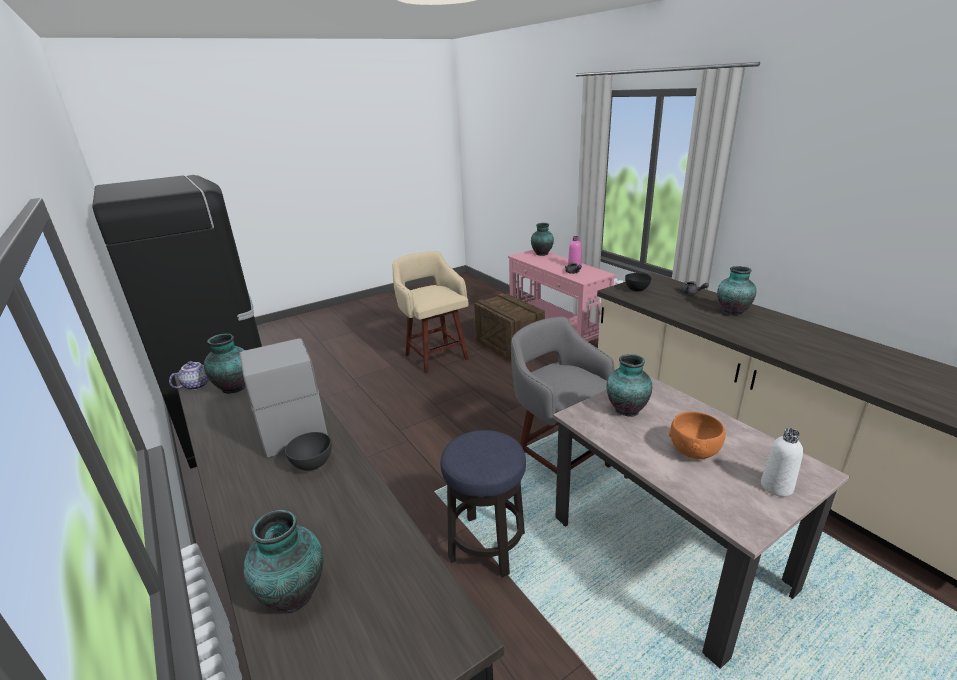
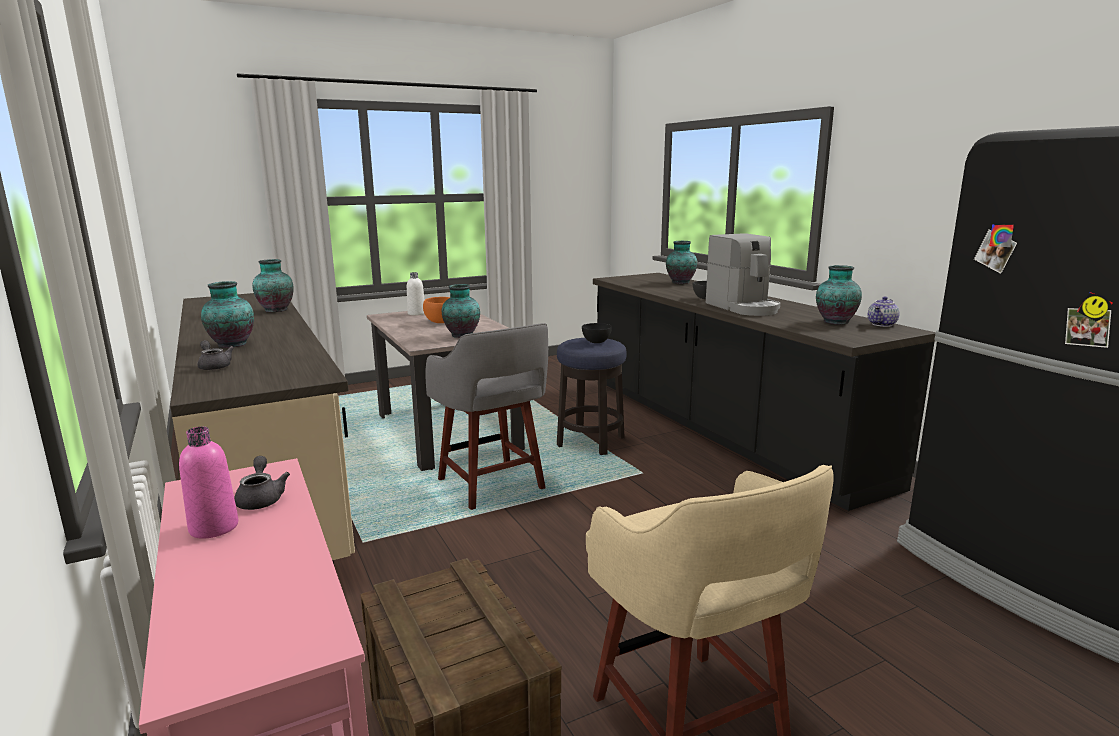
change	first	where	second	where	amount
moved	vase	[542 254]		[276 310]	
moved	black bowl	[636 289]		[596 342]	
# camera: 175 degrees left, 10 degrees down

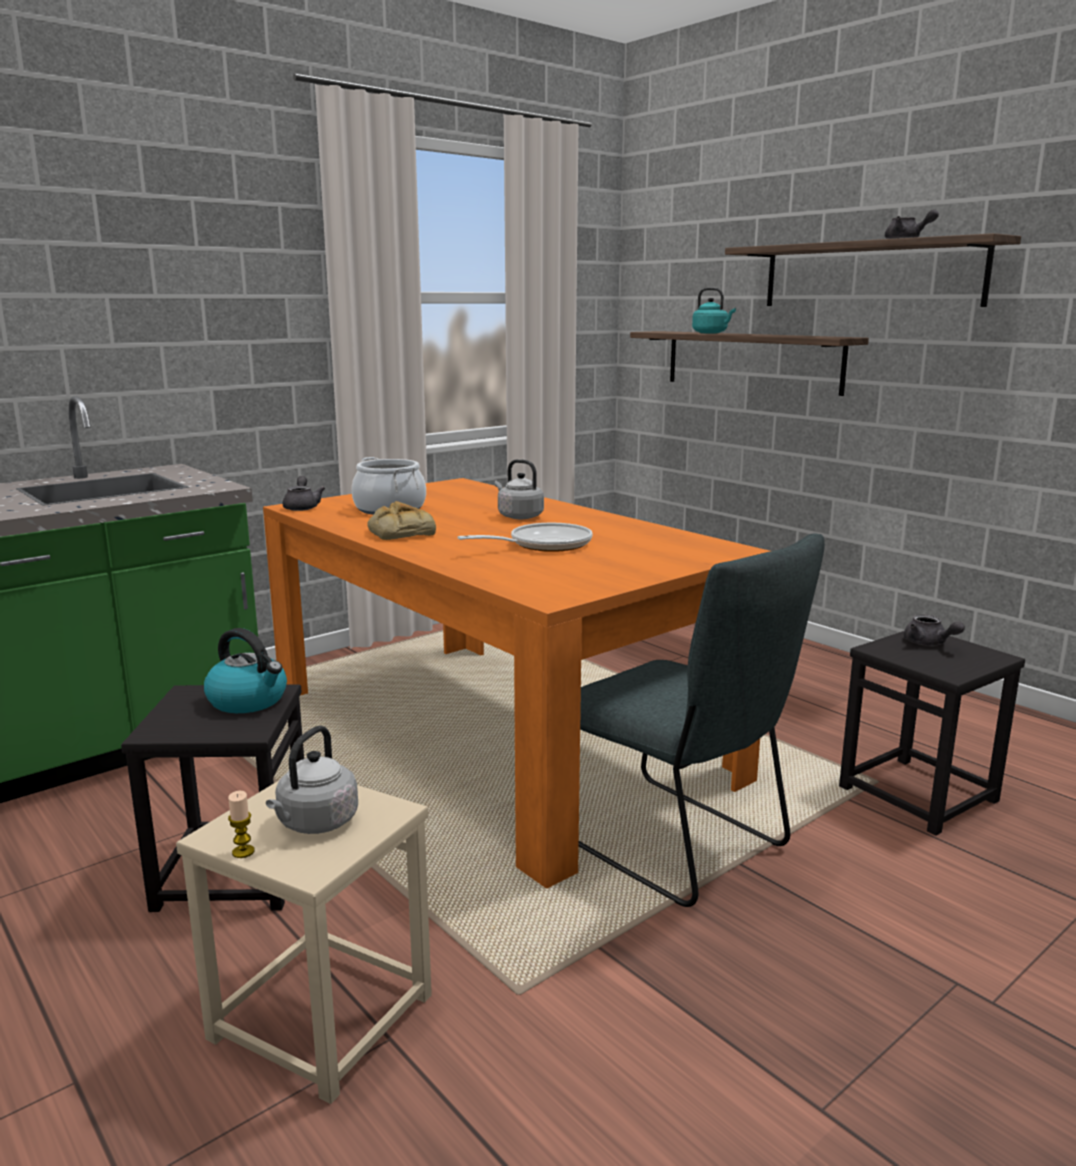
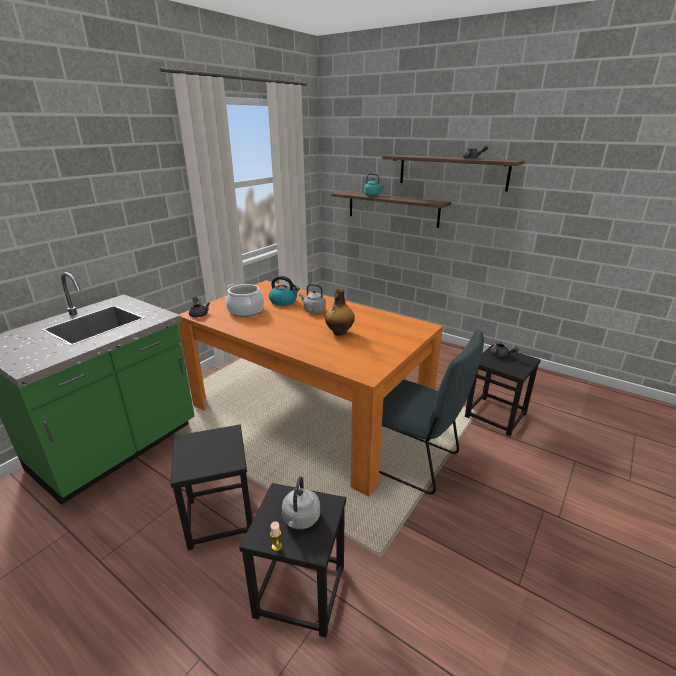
change	first	where	second	where	amount
removed	bread	[400 532]			
replaced	frying pan	[543 545]	bottle	[339 333]	
moved	kettle	[249 701]		[284 301]	
recoloured	beige stool	[320 1017]	black stool	[299 591]	
# camera: 15 degrees left, 10 degrees up

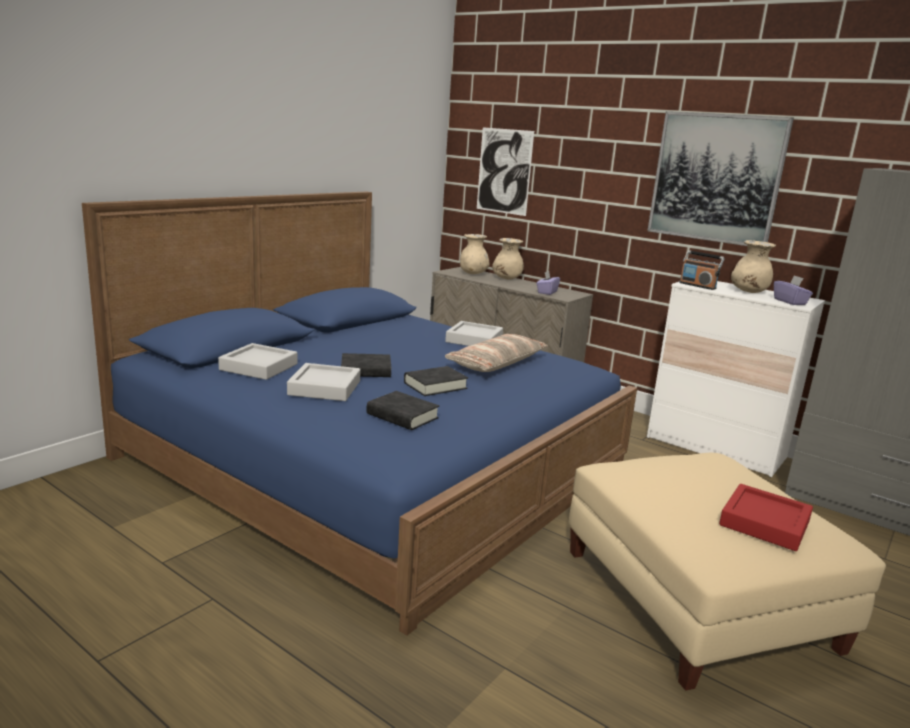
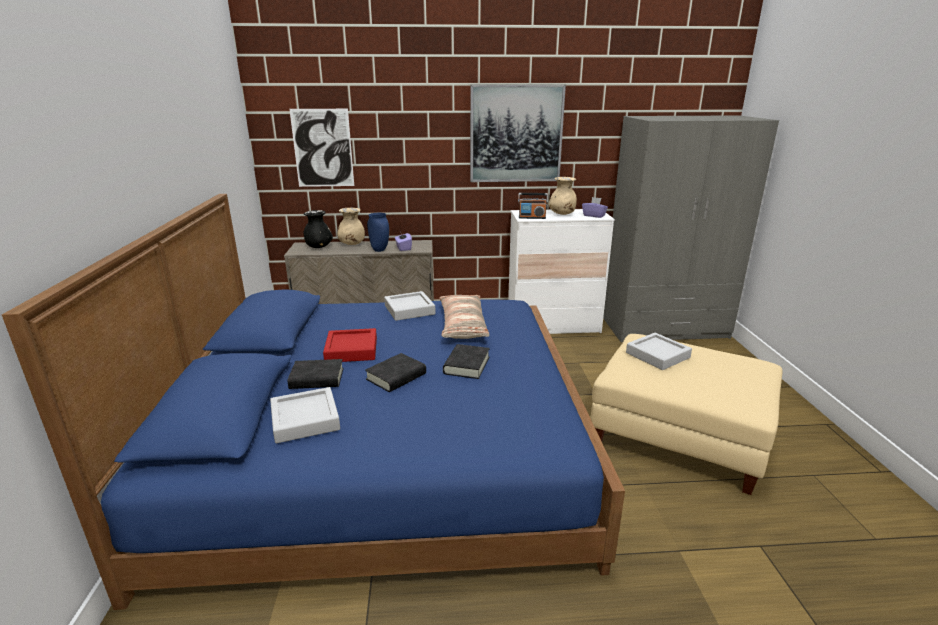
change	first	where	second	where	amount
recoloured	beige vase	[473 273]	black vase	[319 247]	
moved	grey tray	[324 388]		[657 355]	
moved	black book	[402 416]		[317 379]	
moved	red tray	[764 523]		[351 350]	
added			blue vase	[379 250]	
# camera: 40 degrees left, 5 degrees up

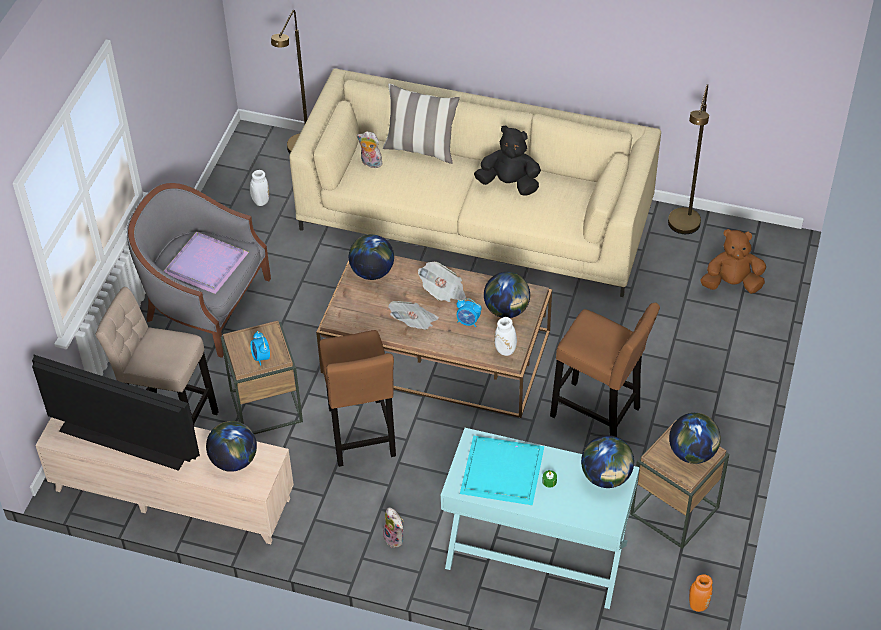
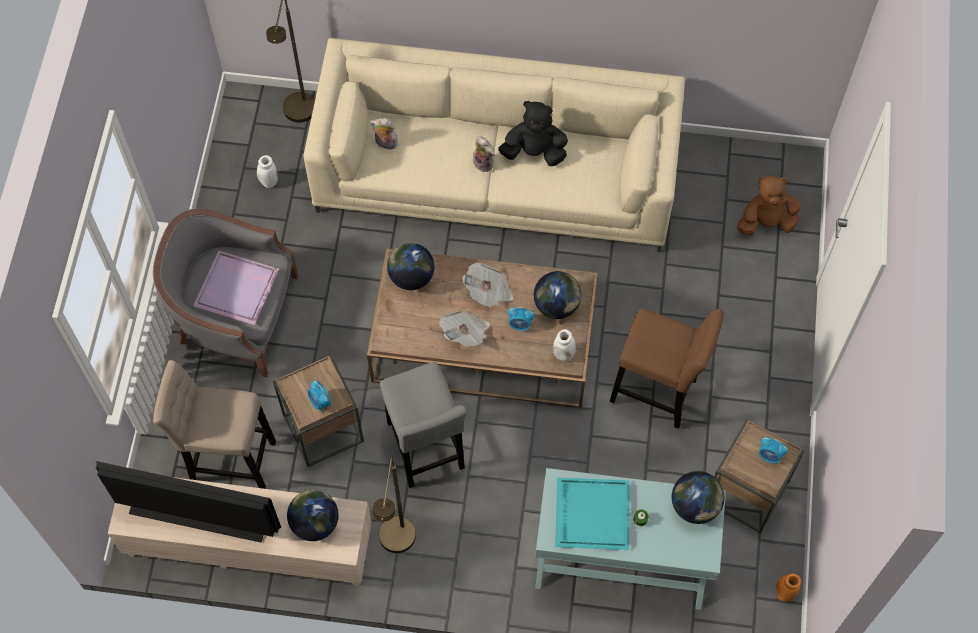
change	first	where	second	where	amount
removed	pillow	[421 148]			
moved	brown floor lamp	[683 229]		[397 546]	
recoloured	brown stool	[361 436]	grey stool	[426 450]	
replaced	globe	[692 453]	alarm clock	[769 456]	
moved	plush toy	[395 538]		[484 163]	
# camera: 10 degrees left, 15 degrees up

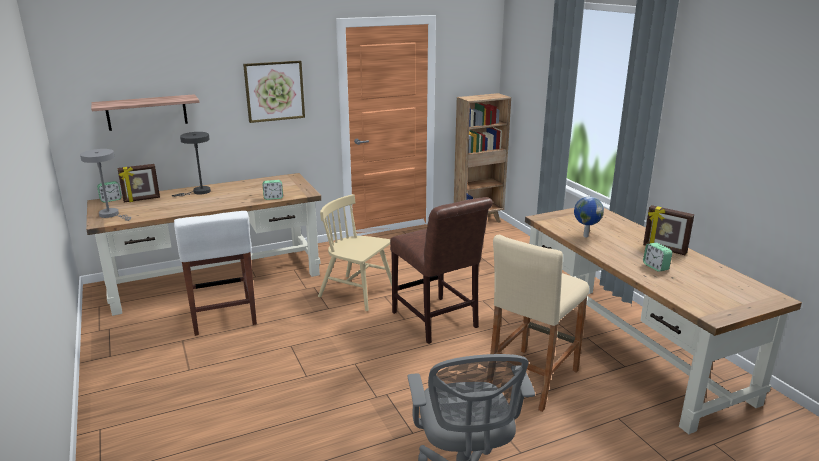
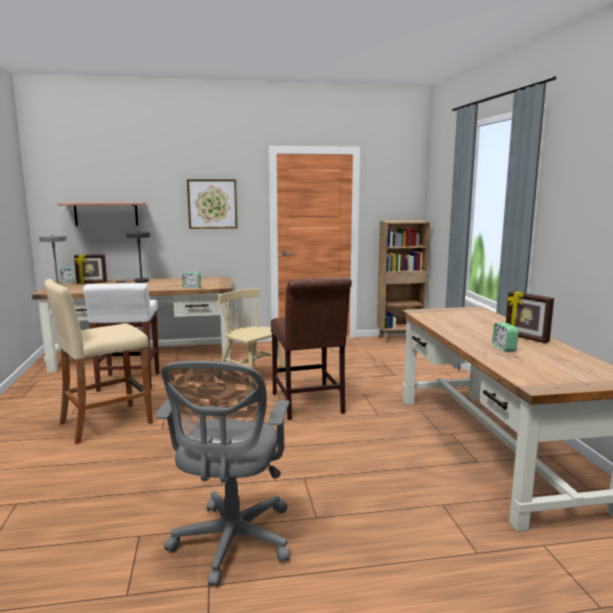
change	first	where	second	where	amount
removed	globe	[585 236]			
moved	beige stool	[532 378]		[106 423]	
# camera: 15 degrees right, 10 degrees down

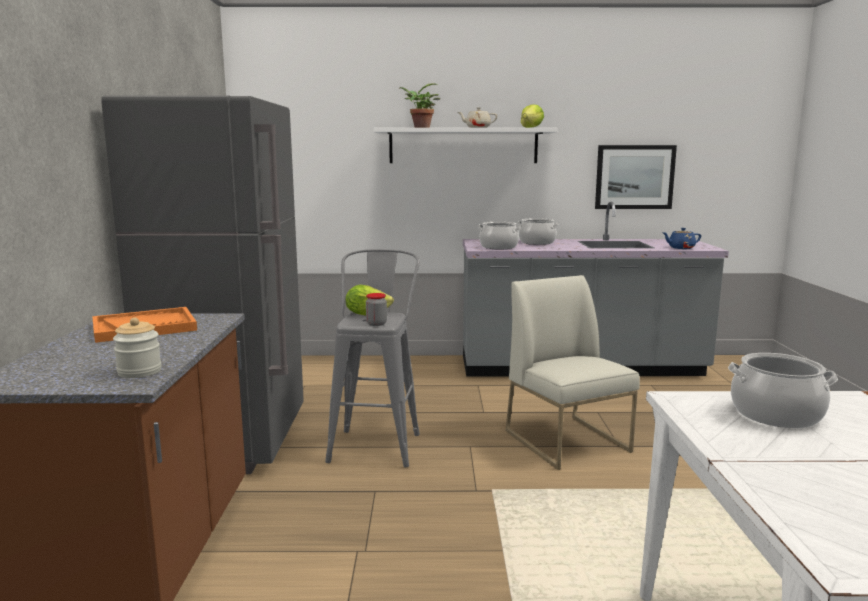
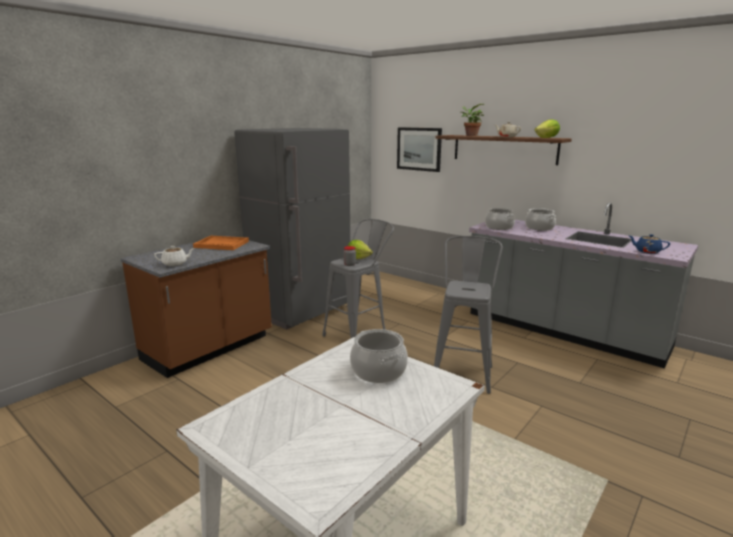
change	first	where	second	where	amount
recoloured	white shelf	[463 146]	brown shelf	[504 149]	
moved	picture	[634 177]		[419 149]	
replaced	white chair	[568 441]	grey stool	[463 372]	
replaced	jar	[139 372]	white teapot	[175 264]	
# camera: 40 degrees right, 5 degrees up

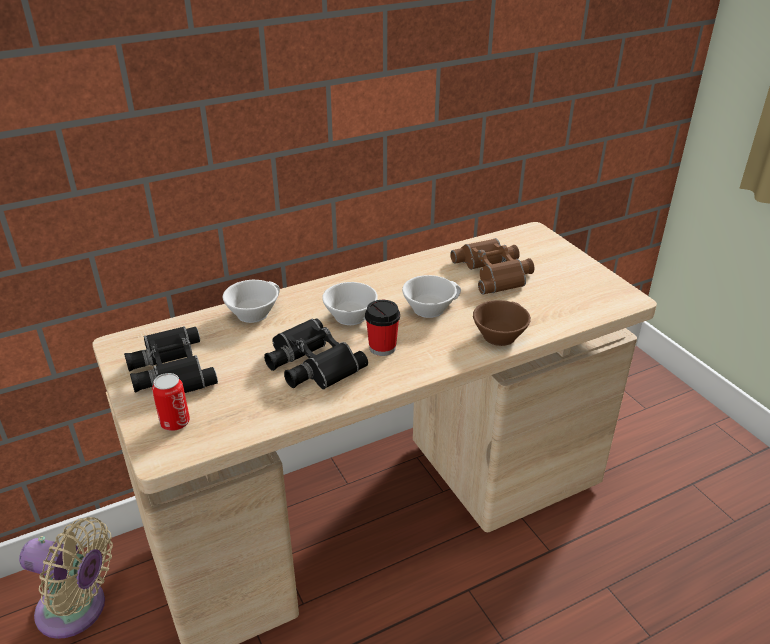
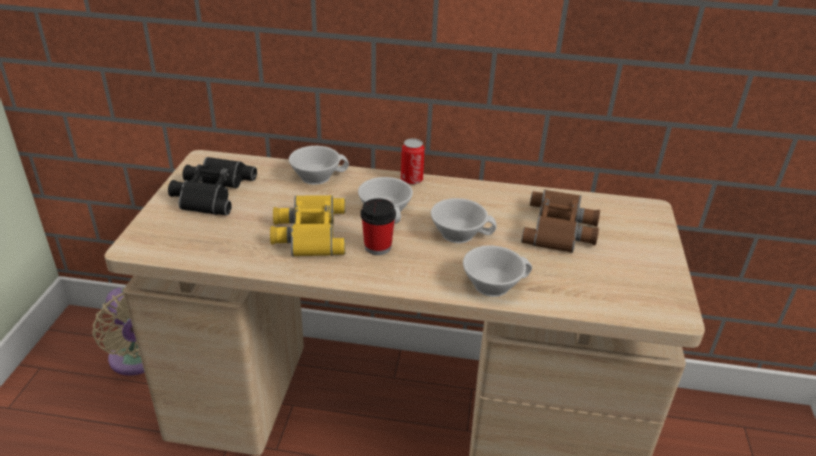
change	first	where	second	where	amount
recoloured	brown cup	[498 334]	white cup	[492 283]	
recoloured	black binoculars	[310 363]	yellow binoculars	[308 232]	
moved	can	[175 422]		[411 180]	
# camera: 35 degrees right, 0 degrees up

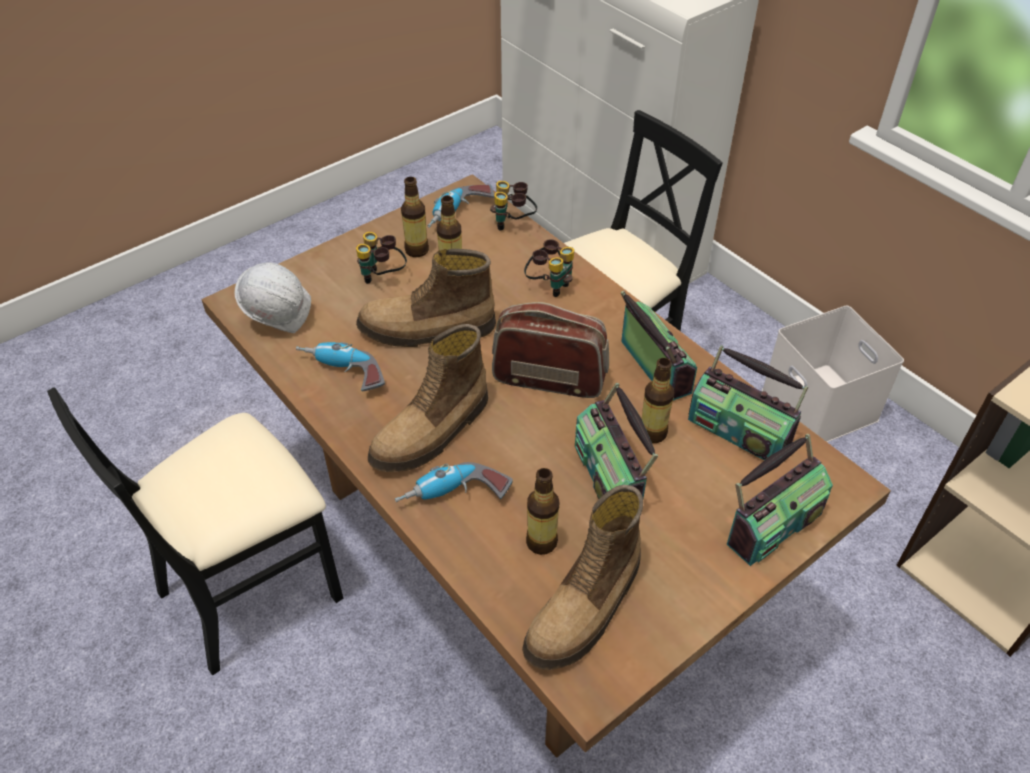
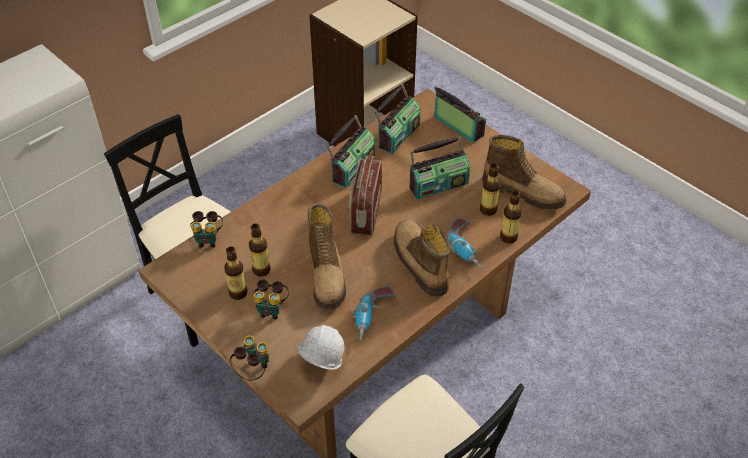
change	first	where	second	where	amount
removed	power drill	[459 214]			
moved	binoculars	[549 285]		[253 371]	
turned	radio	[653 367]		[352 167]	150 degrees clockwise
removed	white storage box	[822 405]			
turned	boot	[433 432]		[419 263]	150 degrees counterclockwise
moved	bottle	[652 433]		[508 237]	
# camera: 95 degrees left, 0 degrees up

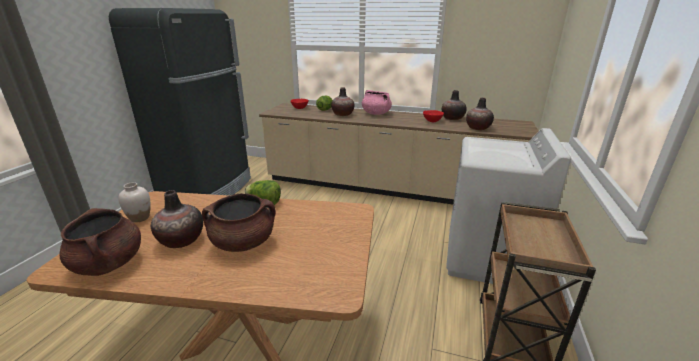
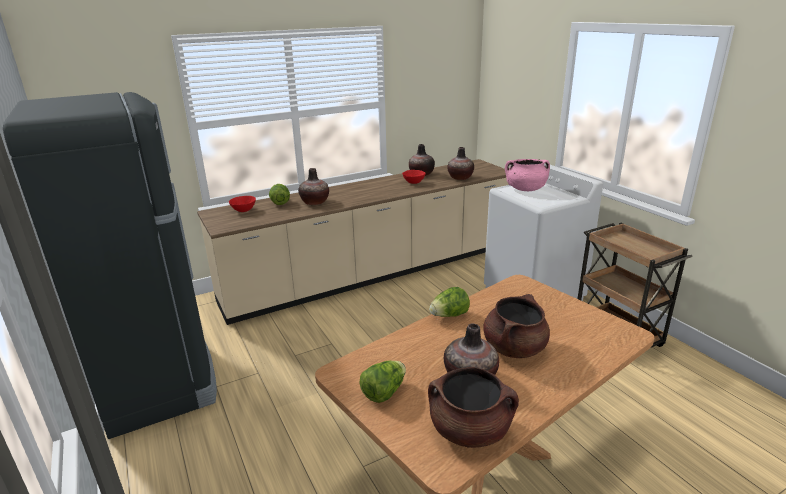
change	first	where	second	where	amount
moved	pink cooking pot	[376 113]		[525 189]	
replaced	white vase	[140 218]	lettuce	[384 392]	
# camera: 45 degrees left, 0 degrees up

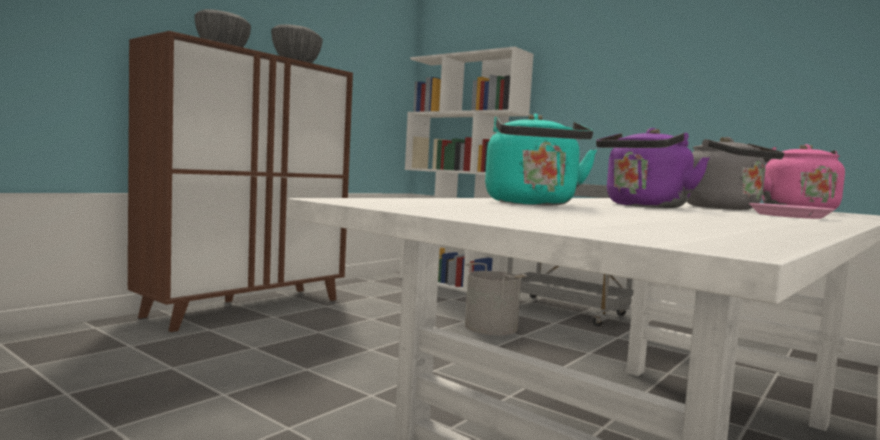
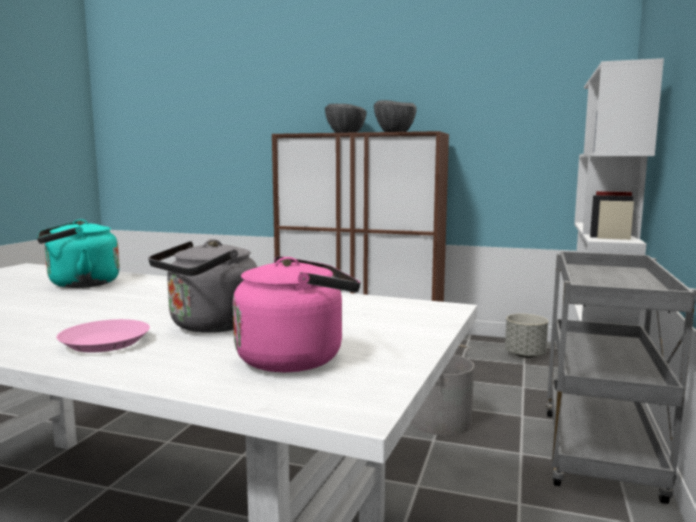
change	first	where	second	where	amount
removed	purple kettle	[644 206]			
added			grey planter	[525 355]	
# camera: 70 degrees right, 5 degrees up

